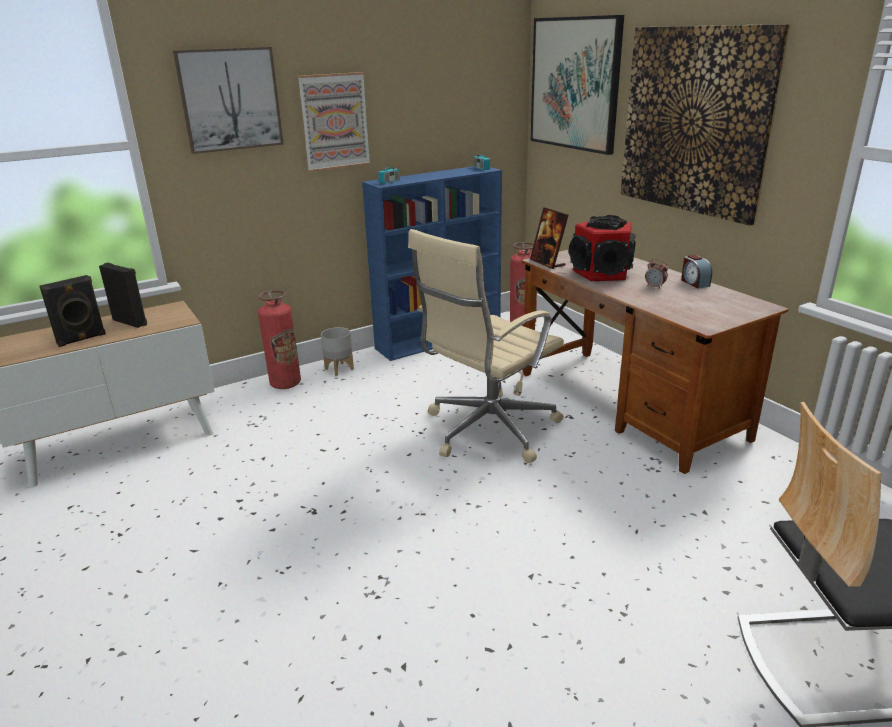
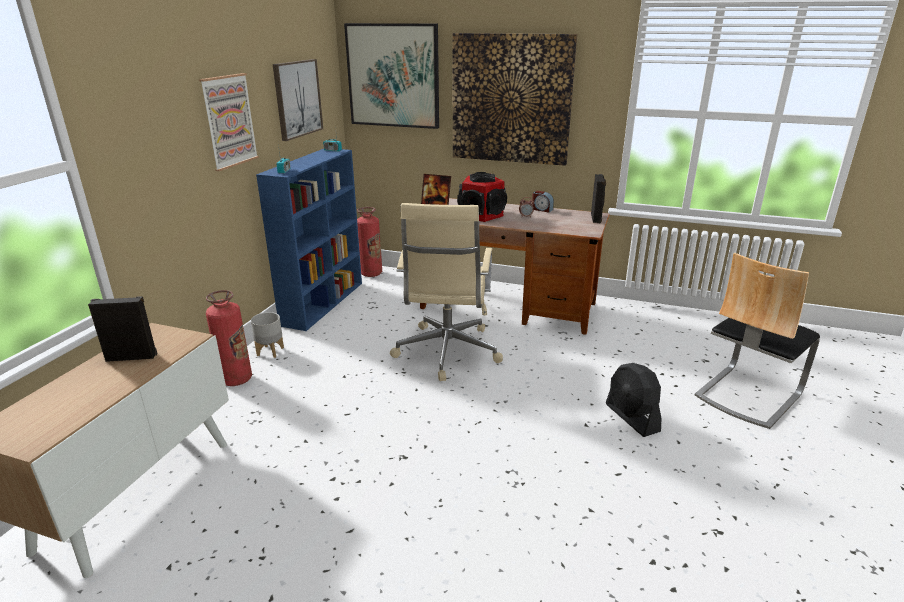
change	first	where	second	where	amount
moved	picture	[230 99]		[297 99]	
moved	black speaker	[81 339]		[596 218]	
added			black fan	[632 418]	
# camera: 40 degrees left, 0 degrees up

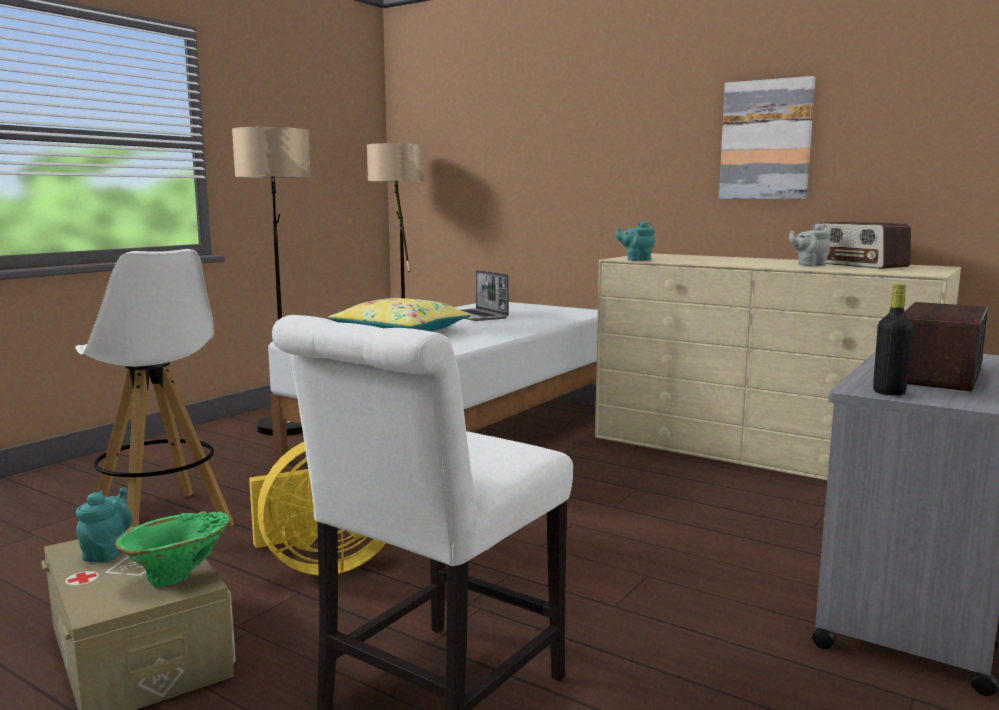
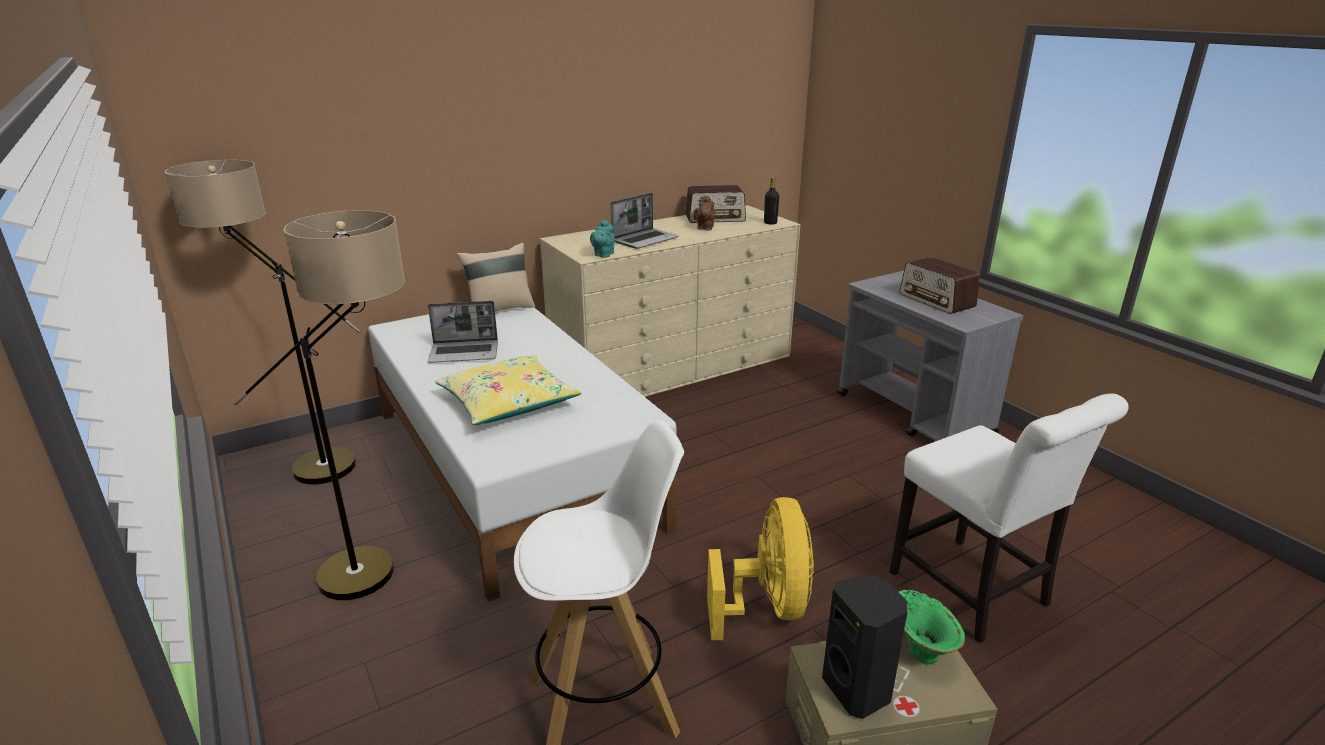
change	first	where	second	where	amount
removed	picture	[766 140]			
recoloured	grey teapot	[809 265]	brown teapot	[705 228]	
moved	black bottle	[889 392]		[770 223]	
replaced	turquoise teapot	[107 552]	black speaker	[858 690]	
added			laptop	[645 240]	
added			beige pillow	[500 309]	
# camera: 65 degrees left, 15 degrees up

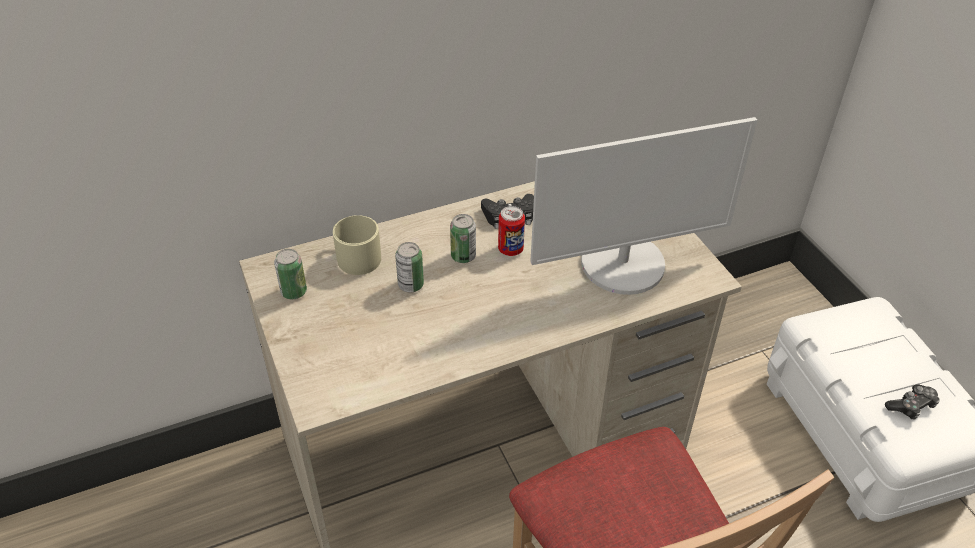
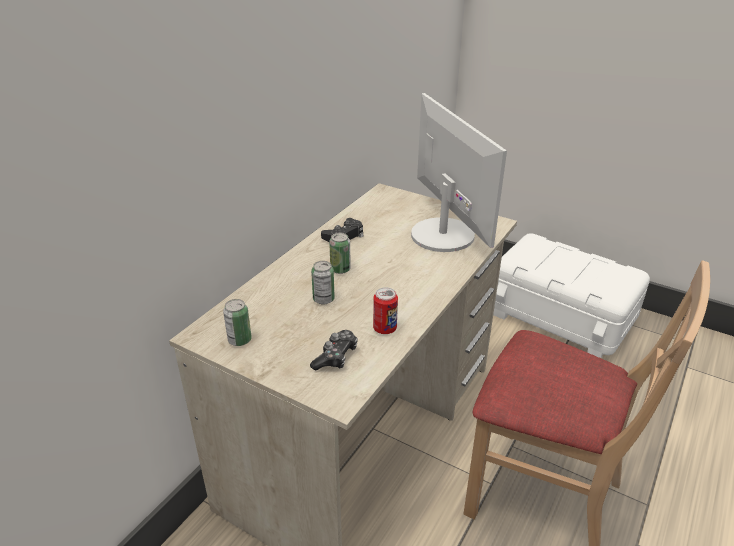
change	first	where	second	where	amount
turned	monitor	[623 264]		[443 235]	60 degrees counterclockwise
moved	can	[510 249]		[384 329]	
removed	beige mug	[355 256]			
moved	game controller	[911 406]		[336 357]	
# camera: 35 degrees left, 10 degrees down

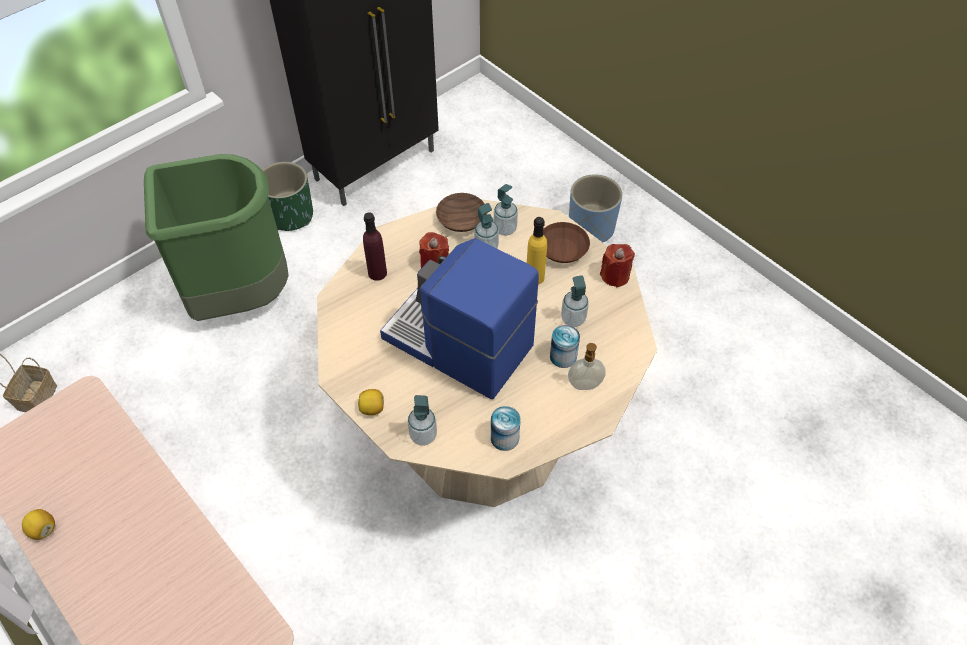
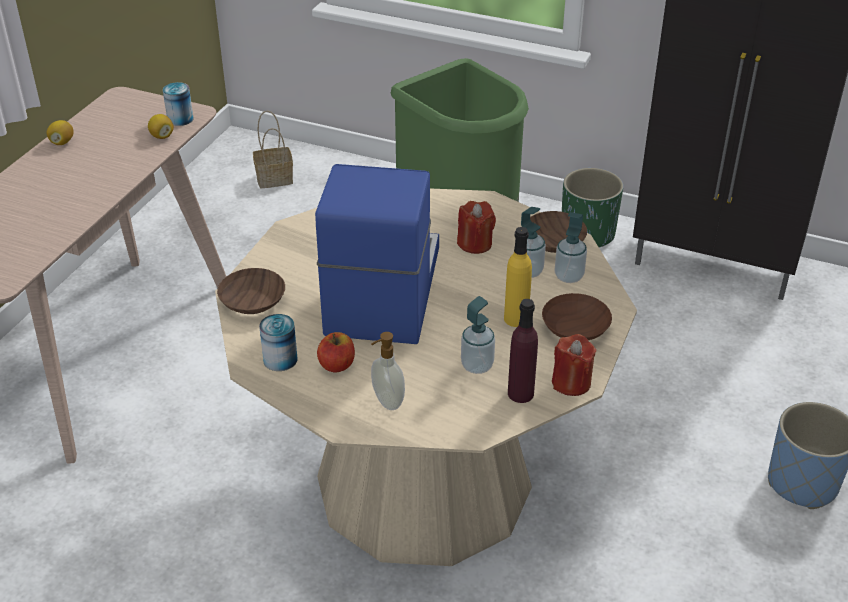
change	first	where	second	where	amount
moved	purple bottle	[377 273]		[520 393]	
moved	can	[563 356]		[180 119]	
moved	lemon	[372 408]		[162 136]	
replaced	soap dispenser	[423 435]	brown bowl	[252 303]	
added			apple	[337 365]	
# camera: 65 degrees right, 15 degrees down

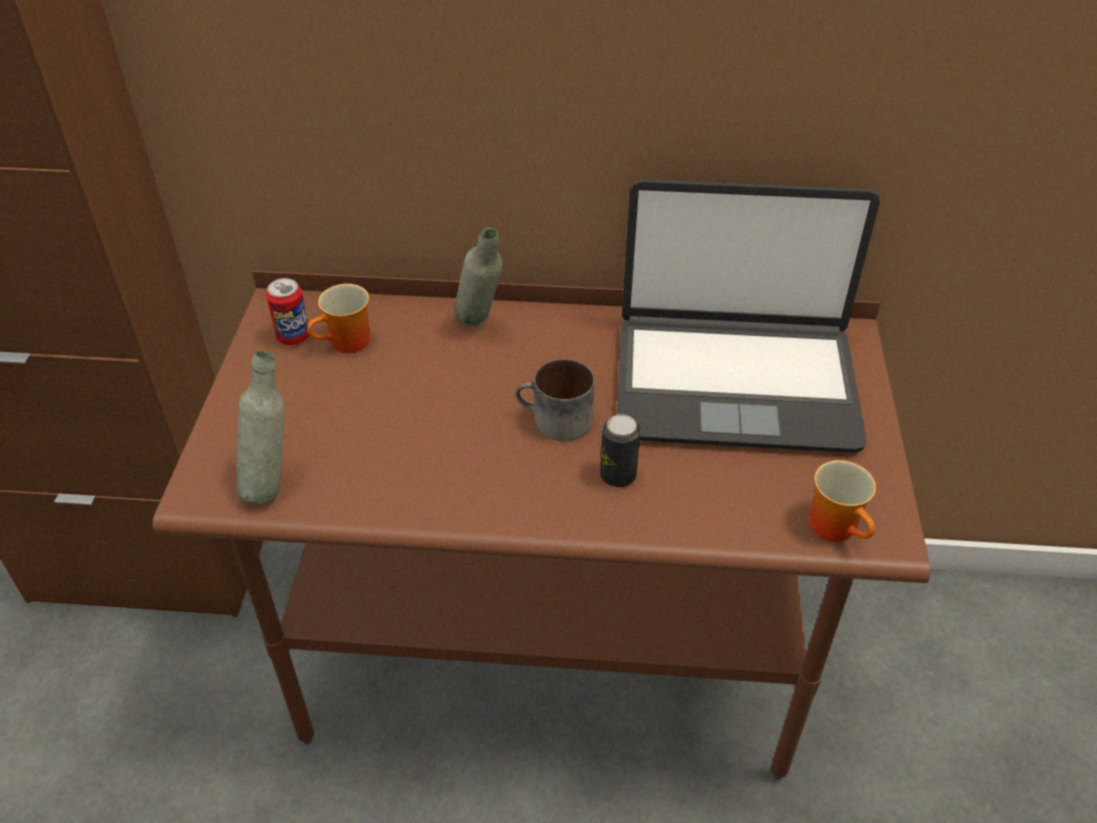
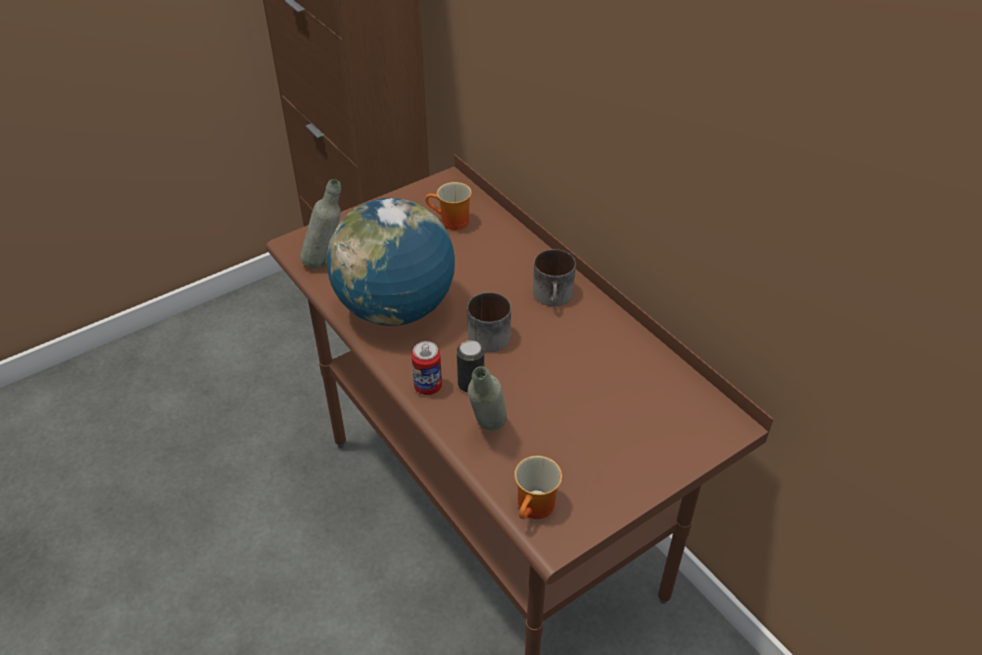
change	first	where	second	where	amount
removed	laptop	[735 382]			
moved	grey bottle	[481 327]		[487 433]	
moved	can	[293 337]		[428 386]	
added			globe	[396 309]	
added			mug	[554 296]	
# camera: 50 degrees right, 0 degrees up

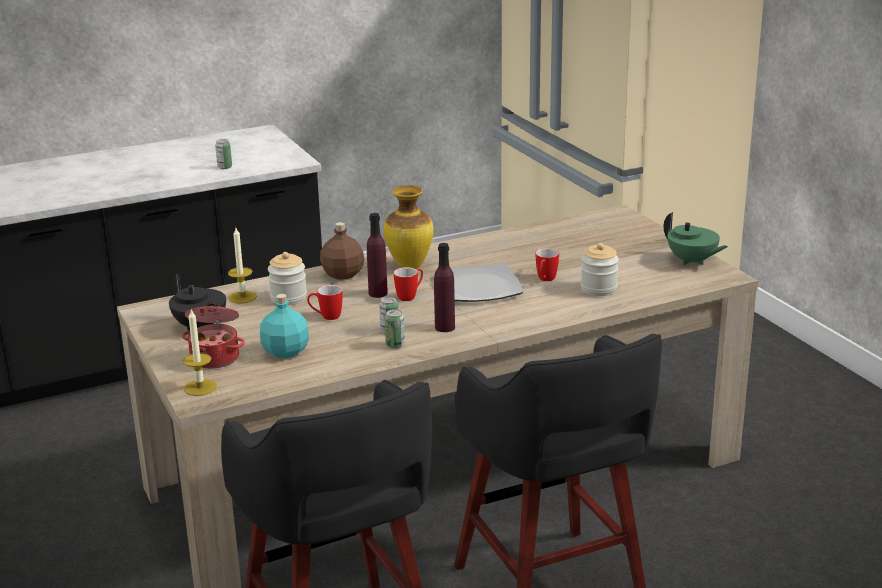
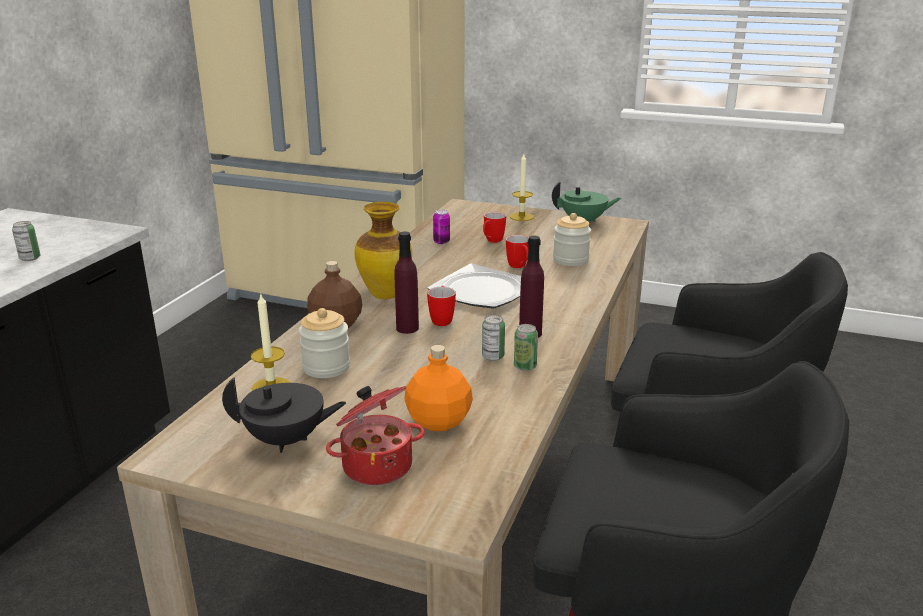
change	first	where	second	where	amount
moved	mug	[326 317]		[492 241]	
recoloured	turquoise bottle	[285 352]	orange bottle	[439 421]	
moved	candle	[200 387]		[521 217]	
added			can	[441 242]	
# camera: 45 degrees left, 0 degrees up

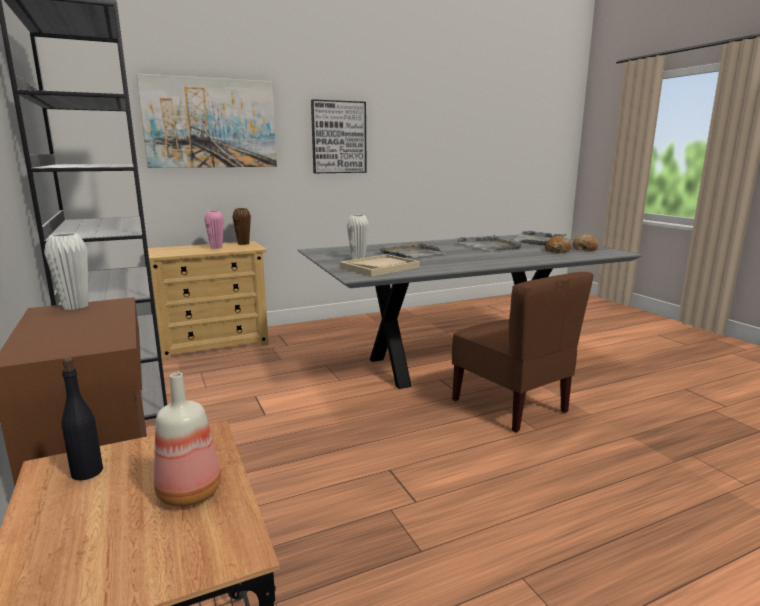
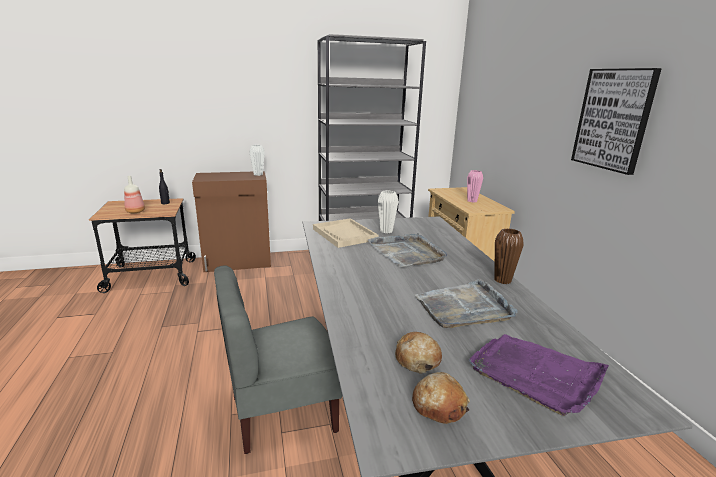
change	first	where	second	where	amount
removed	picture	[211 123]			
moved	brown vase	[243 243]		[502 280]	
recoloured	grey tray	[538 241]	purple tray	[536 374]	
recoloured	brown chair	[511 405]	grey chair	[282 412]	
# camera: 100 degrees right, 5 degrees up

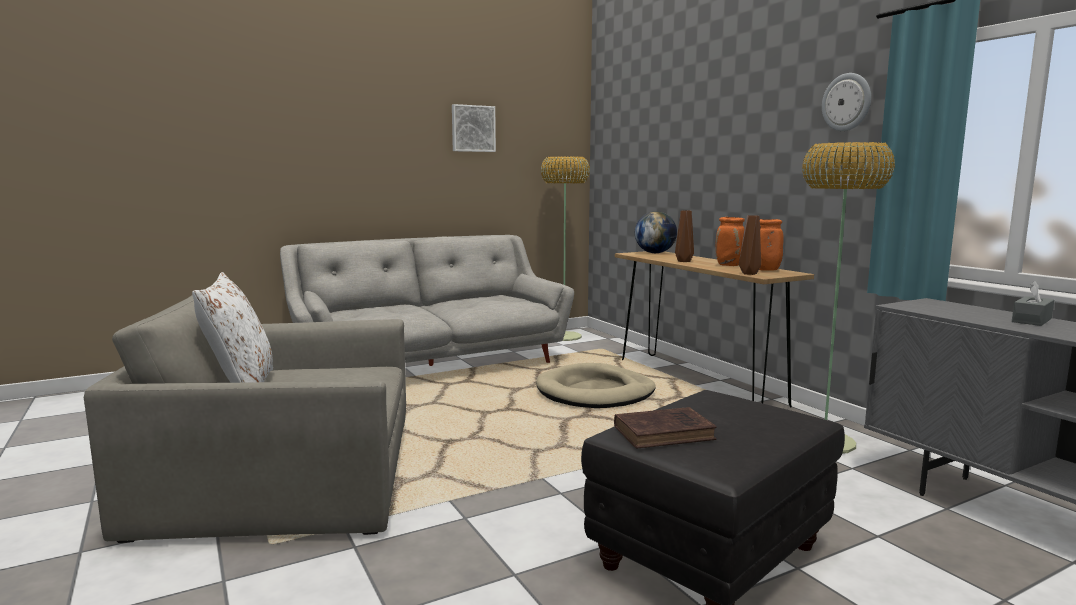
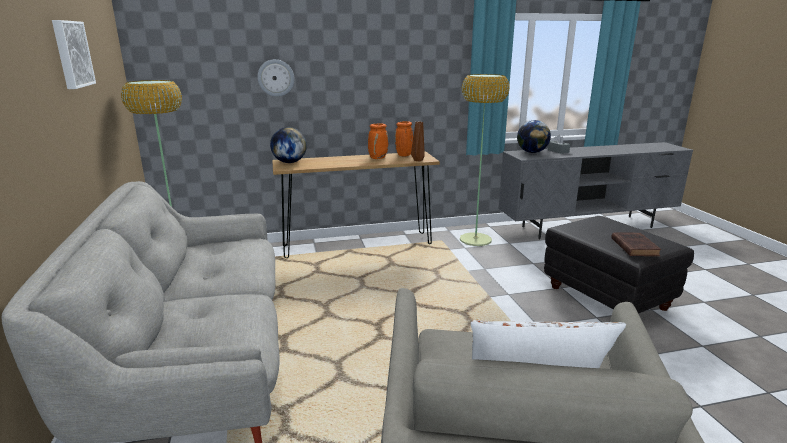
change	first	where	second	where	amount
moved	wall clock	[847 102]		[276 78]	
removed	brown vase	[684 261]			
removed	beige dog bed	[595 392]			
added			globe	[532 152]	
# camera: 75 degrees left, 10 degrees up

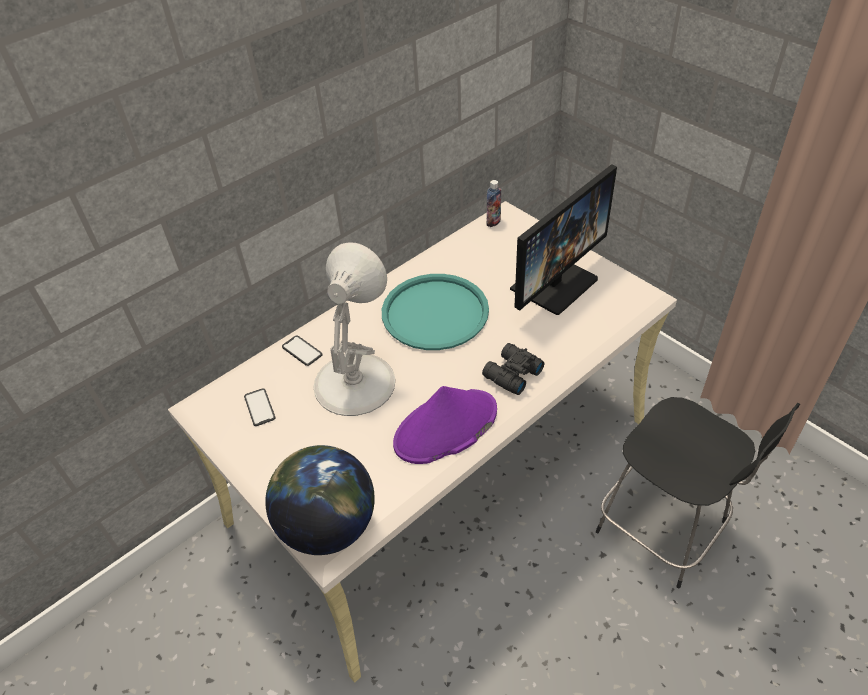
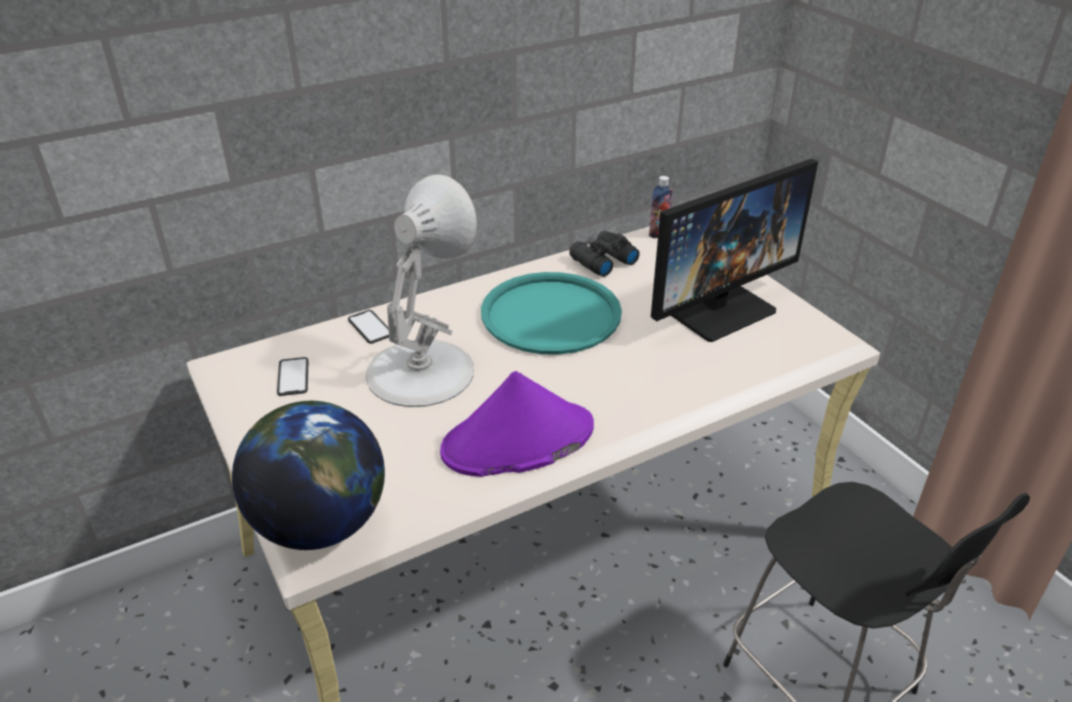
change	first	where	second	where	amount
moved	black binoculars	[511 374]		[601 261]	
# camera: 10 degrees right, 10 degrees down

